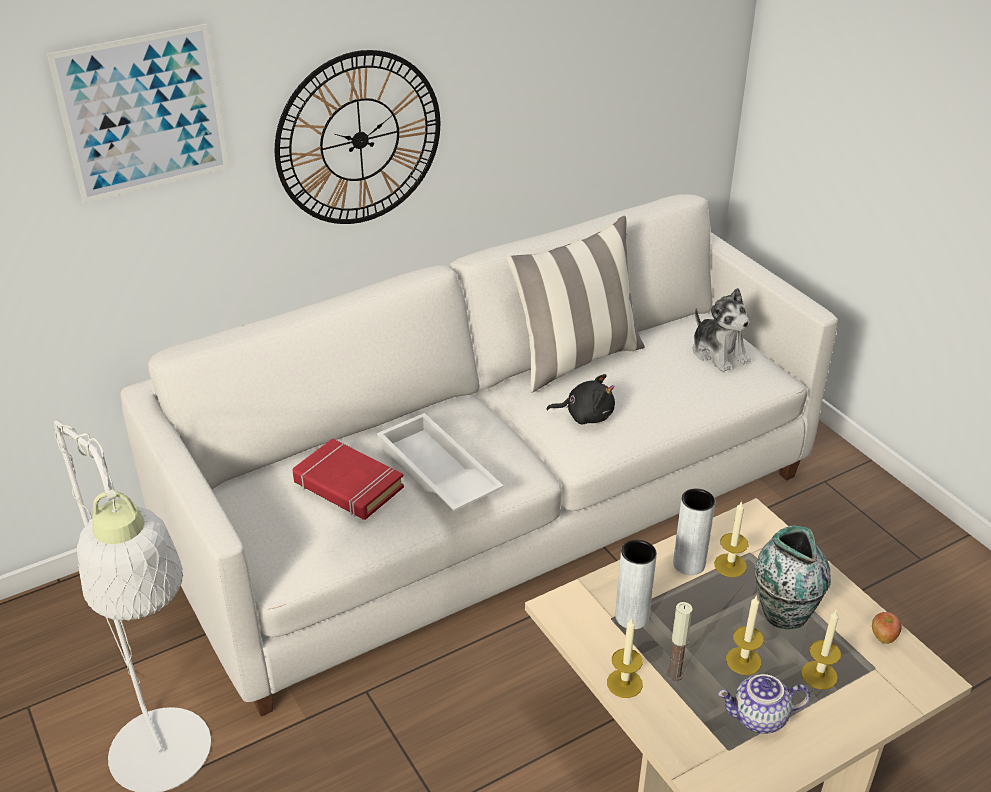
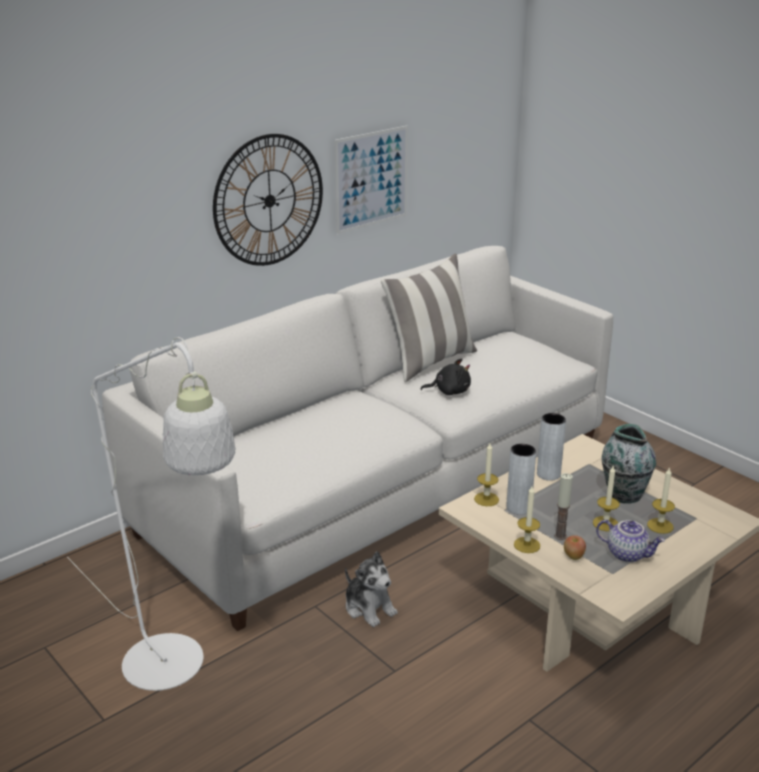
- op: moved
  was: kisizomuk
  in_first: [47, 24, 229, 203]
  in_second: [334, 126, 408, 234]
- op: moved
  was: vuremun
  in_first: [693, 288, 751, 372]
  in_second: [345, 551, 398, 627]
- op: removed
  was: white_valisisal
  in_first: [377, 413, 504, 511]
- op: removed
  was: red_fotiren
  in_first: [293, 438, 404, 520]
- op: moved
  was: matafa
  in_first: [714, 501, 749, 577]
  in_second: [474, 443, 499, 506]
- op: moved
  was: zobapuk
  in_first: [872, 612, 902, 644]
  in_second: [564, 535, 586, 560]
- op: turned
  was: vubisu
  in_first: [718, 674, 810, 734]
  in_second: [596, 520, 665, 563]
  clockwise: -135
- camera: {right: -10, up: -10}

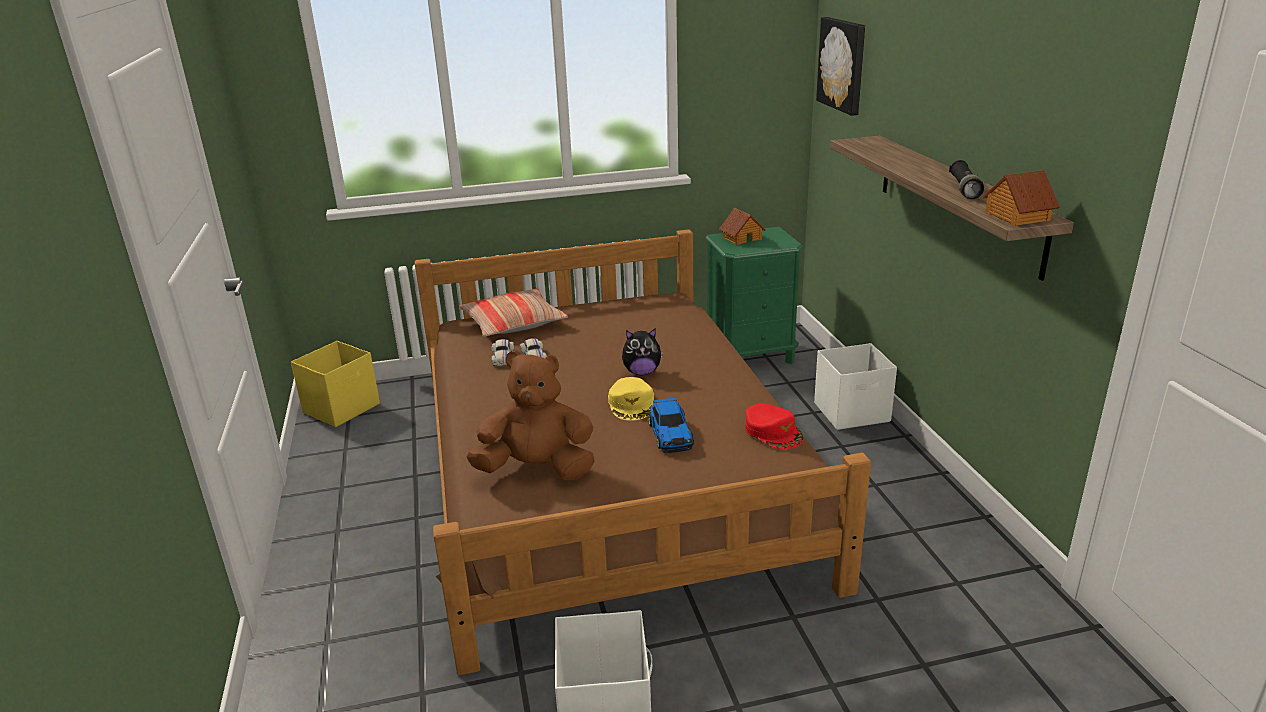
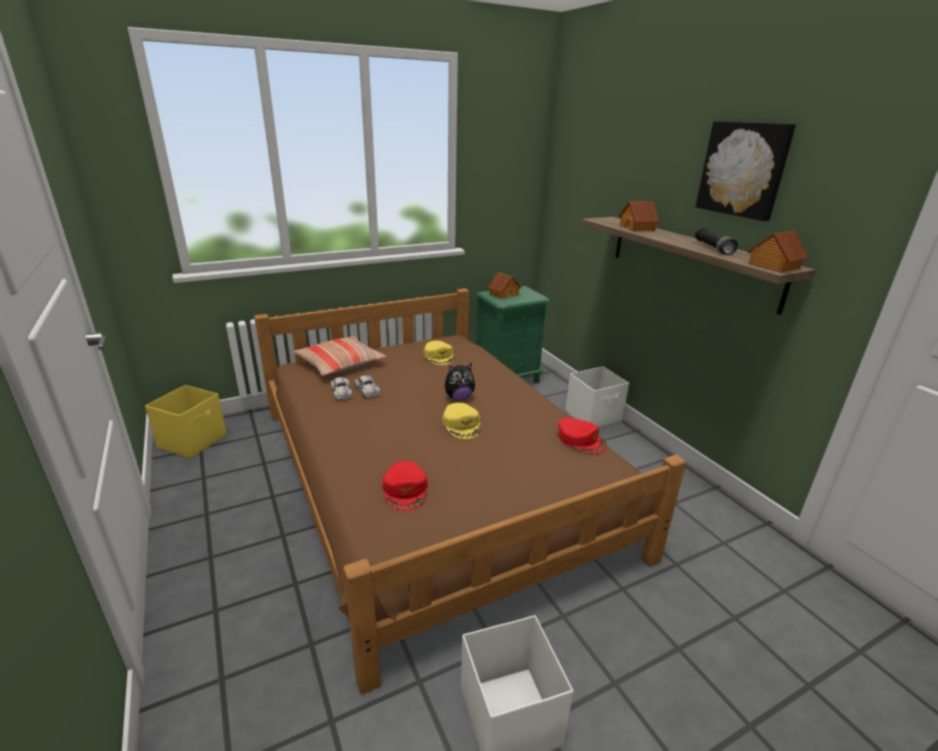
- op: moved
  was: kisizomuk
  in_first: [816, 17, 865, 116]
  in_second: [695, 121, 796, 221]
- op: replaced
  was: brown_vuremun
  now: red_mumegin
  in_first: [467, 351, 595, 480]
  in_second: [382, 461, 428, 511]
- op: removed
  was: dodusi
  in_first: [648, 397, 694, 453]
- op: added
  now: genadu
  in_second: [619, 201, 659, 231]
- op: added
  now: yellow_mumegin
  in_second: [424, 341, 454, 365]
- camera: {right: -15, up: 0}

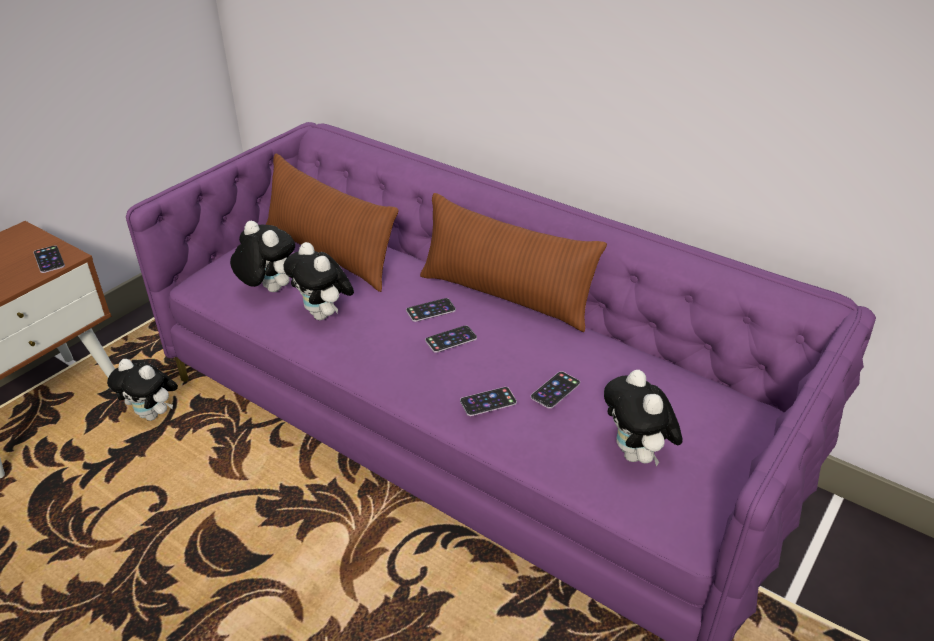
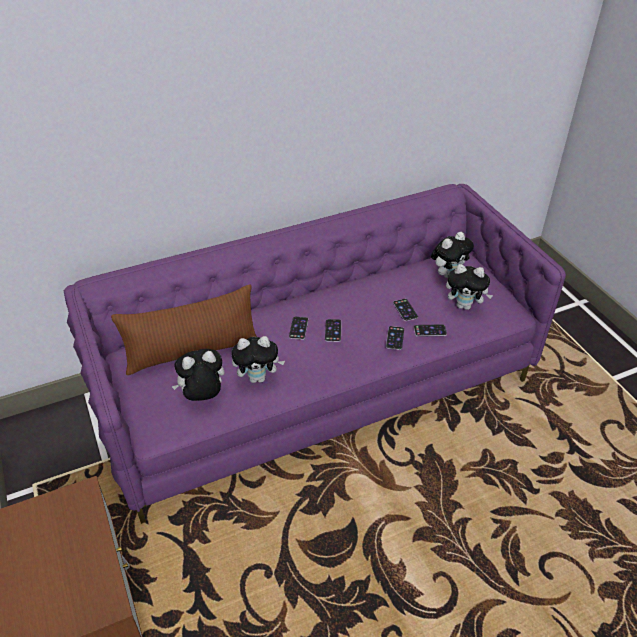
- op: removed
  was: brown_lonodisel
  in_first: [420, 193, 607, 332]
- op: moved
  was: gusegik
  in_first: [33, 245, 65, 273]
  in_second: [414, 324, 447, 337]
- op: moved
  was: vuremun
  in_first: [107, 359, 178, 421]
  in_second: [431, 232, 474, 278]
- camera: {right: -60, up: 5}

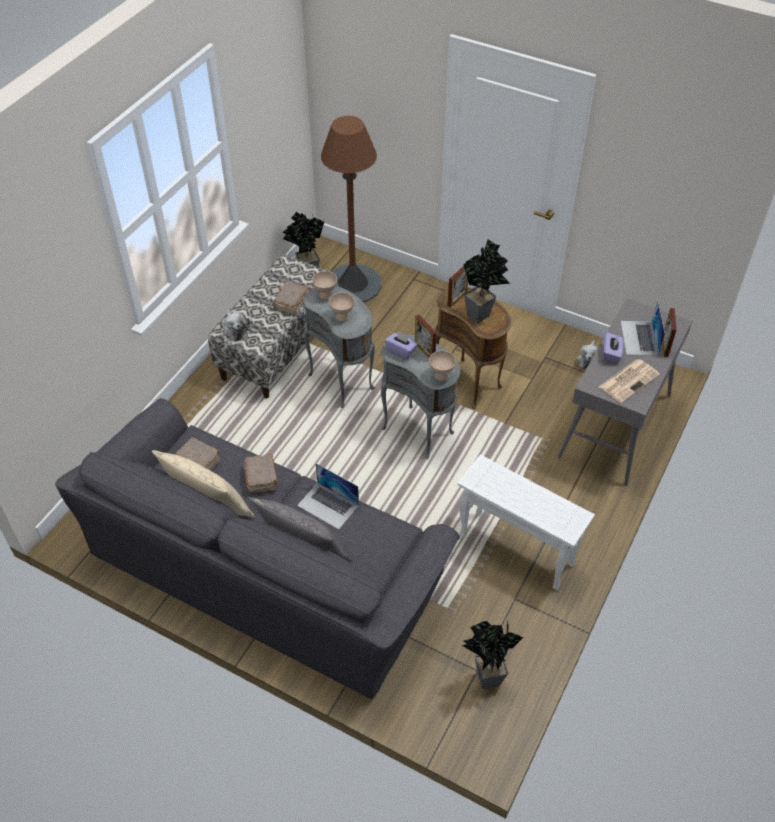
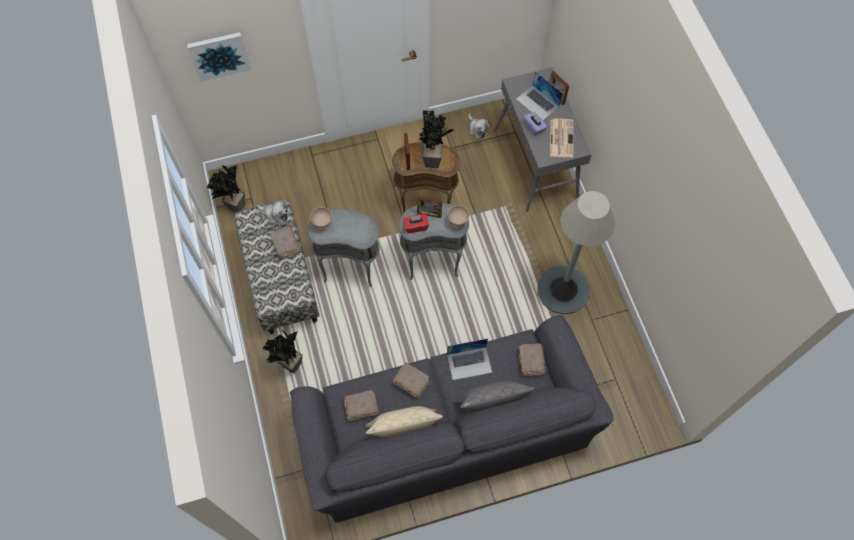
- op: removed
  was: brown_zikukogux
  in_first: [321, 116, 381, 303]
- op: removed
  was: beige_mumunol
  in_first: [329, 292, 355, 322]
- op: moved
  was: vuremun
  in_first: [223, 310, 250, 341]
  in_second: [257, 200, 290, 224]
- op: recoloured
  was: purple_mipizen
  now: red_mipizen
  in_first: [385, 331, 418, 360]
  in_second: [403, 214, 429, 233]
- op: replaced
  was: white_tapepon
  now: grey_zikukogux
  in_first: [457, 454, 595, 590]
  in_second: [537, 191, 615, 315]
- op: moved
  was: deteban
  in_first: [462, 621, 523, 689]
  in_second: [263, 329, 302, 374]
- op: added
  now: kisizomuk
  in_second: [187, 32, 251, 82]
- op: added
  now: brown_fotiren
  in_second: [518, 343, 545, 377]
- camera: {right: -45, up: 15}

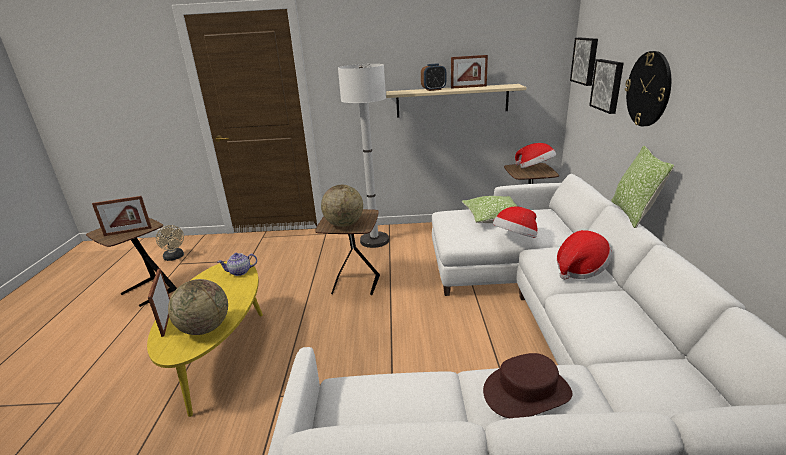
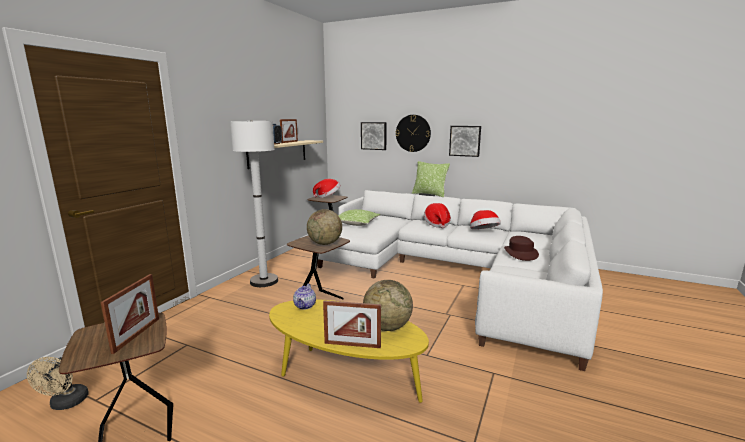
- op: moved
  was: kisizomuk
  in_first: [570, 37, 598, 86]
  in_second: [449, 126, 481, 157]
- op: moved
  was: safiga
  in_first: [493, 207, 538, 238]
  in_second: [470, 210, 501, 229]
- op: turned
  was: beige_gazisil
  in_first: [156, 225, 184, 261]
  in_second: [27, 357, 89, 410]
  clockwise: 105
- camera: {right: -65, up: -10}

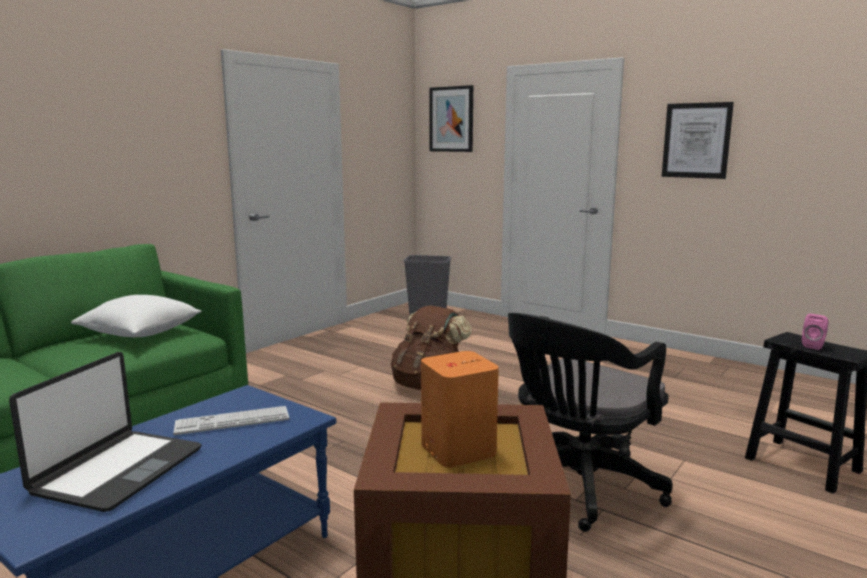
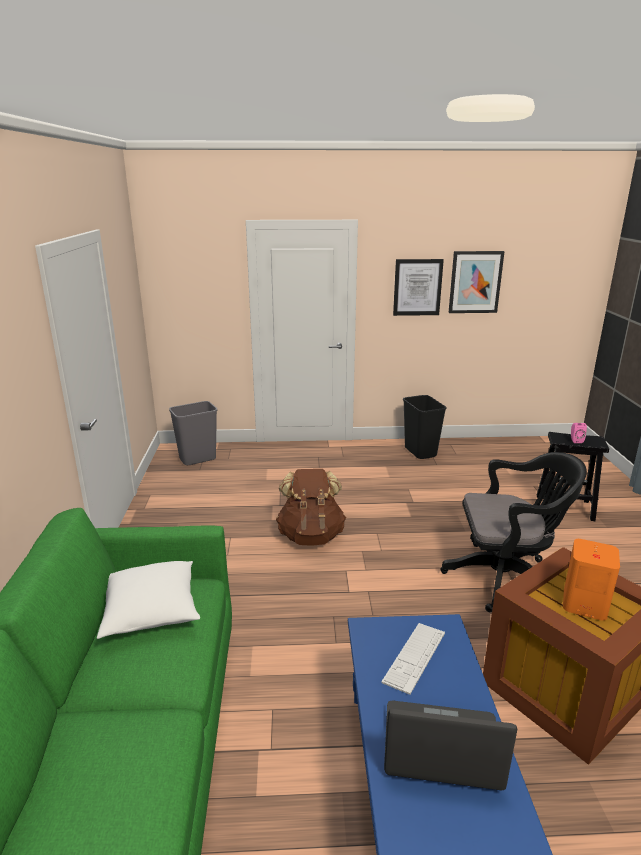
- op: moved
  was: kisizomuk
  in_first: [430, 85, 473, 152]
  in_second: [448, 251, 505, 313]
- op: turned
  was: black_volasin
  in_first: [508, 313, 673, 532]
  in_second: [441, 452, 587, 612]
  clockwise: -90
- op: turned
  was: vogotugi
  in_first: [9, 352, 202, 512]
  in_second: [384, 700, 517, 791]
  clockwise: -60
- op: added
  now: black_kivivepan
  in_second: [403, 395, 447, 459]
- camera: {right: -40, up: 10}

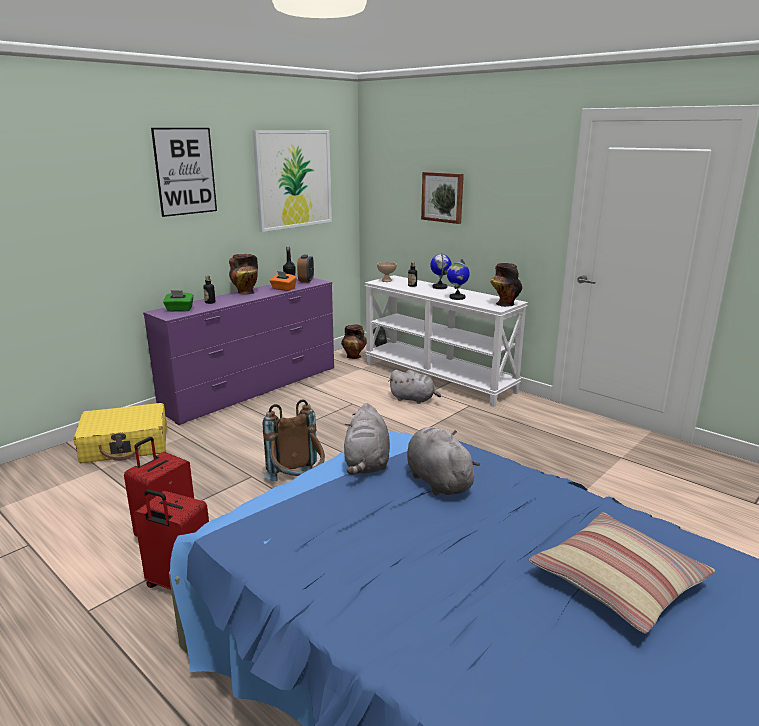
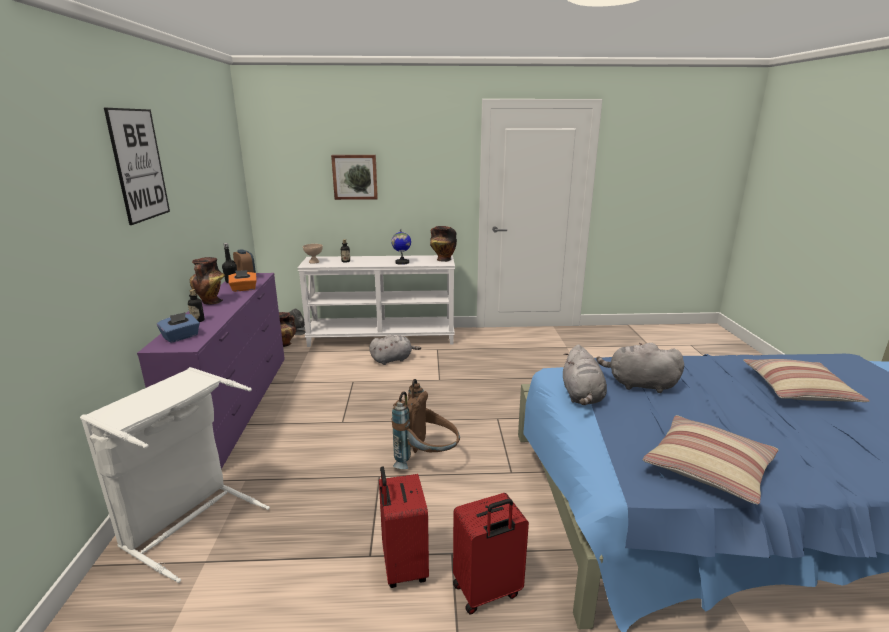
- op: removed
  was: kisizomuk
  in_first: [253, 130, 332, 232]
- op: removed
  was: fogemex
  in_first: [431, 253, 452, 289]
- op: recoloured
  was: green_mipizen
  now: blue_mipizen
  in_first: [163, 290, 194, 312]
  in_second: [157, 312, 200, 343]
- op: replaced
  was: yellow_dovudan
  now: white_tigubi
  in_first: [74, 403, 167, 463]
  in_second: [80, 367, 270, 583]
- op: turned
  was: grey_vuremun
  in_first: [344, 403, 390, 475]
  in_second: [563, 345, 607, 405]
  clockwise: 45
- op: added
  now: lonodisel
  in_second: [643, 415, 779, 505]
- camera: {right: -45, up: 0}

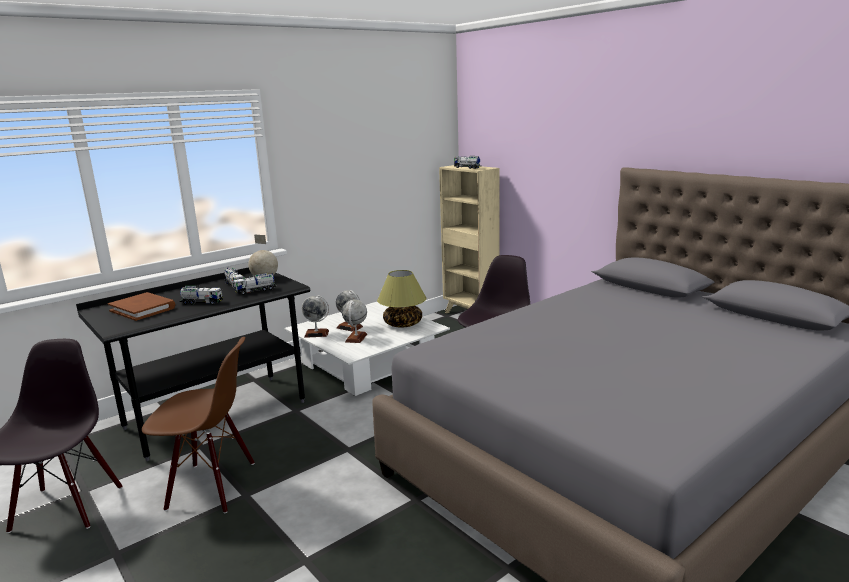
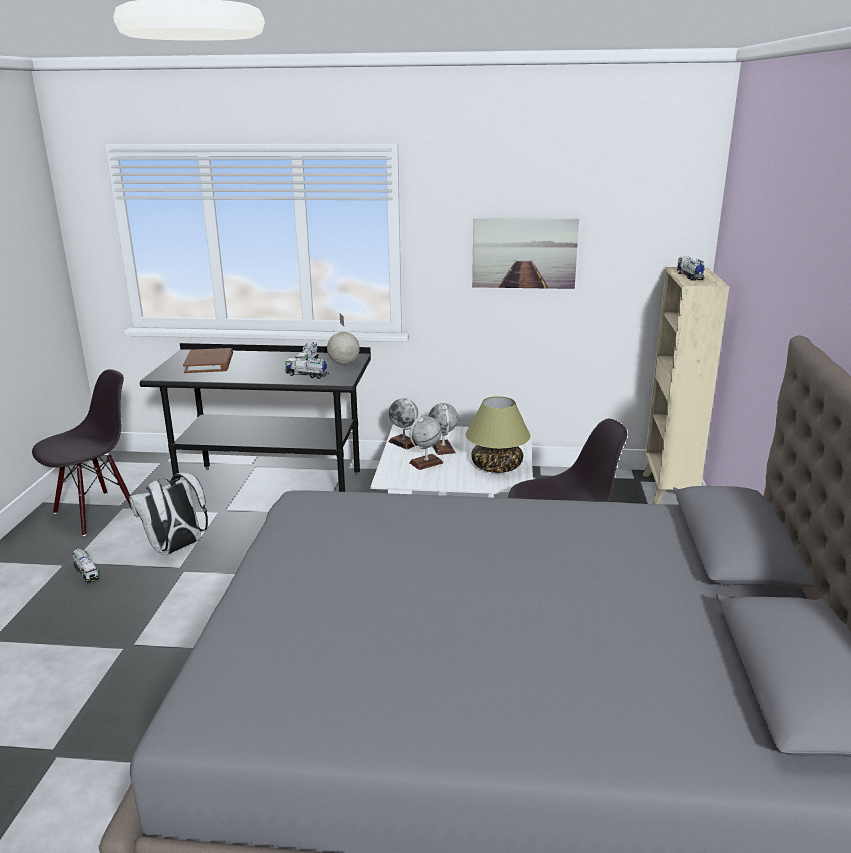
- op: moved
  was: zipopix
  in_first: [179, 286, 223, 305]
  in_second: [72, 547, 99, 583]
- op: replaced
  was: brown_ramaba
  now: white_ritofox
  in_first: [142, 337, 255, 513]
  in_second: [129, 473, 208, 555]
- op: added
  now: kisizomuk
  in_second: [472, 218, 579, 289]
- camera: {right: 45, up: 5}

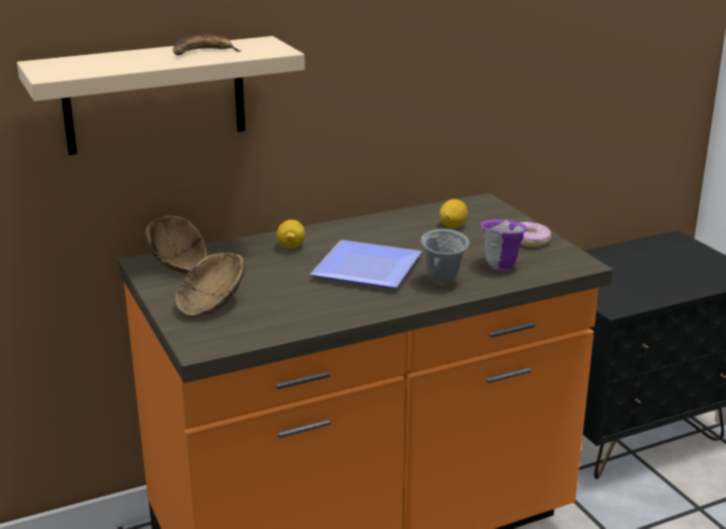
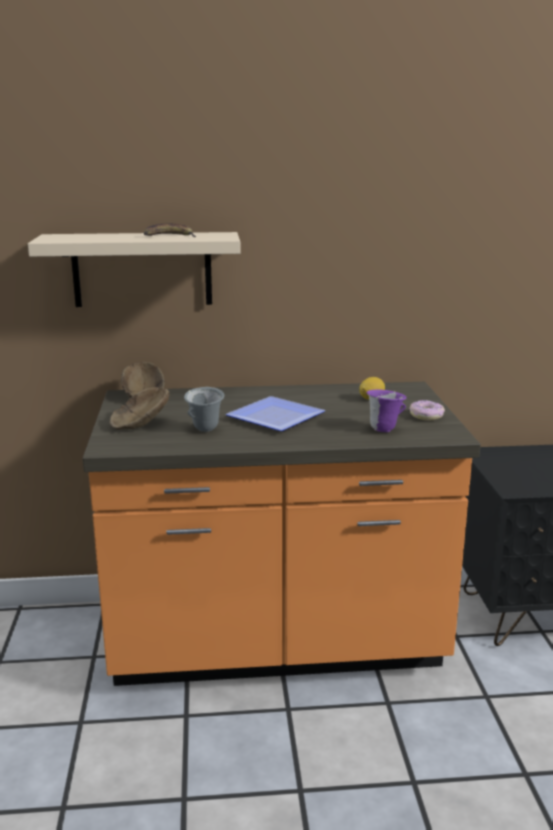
- op: removed
  was: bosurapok
  in_first: [276, 220, 305, 249]
- op: moved
  was: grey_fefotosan
  in_first: [421, 229, 470, 284]
  in_second: [184, 387, 224, 432]
- camera: {right: 20, up: -5}

